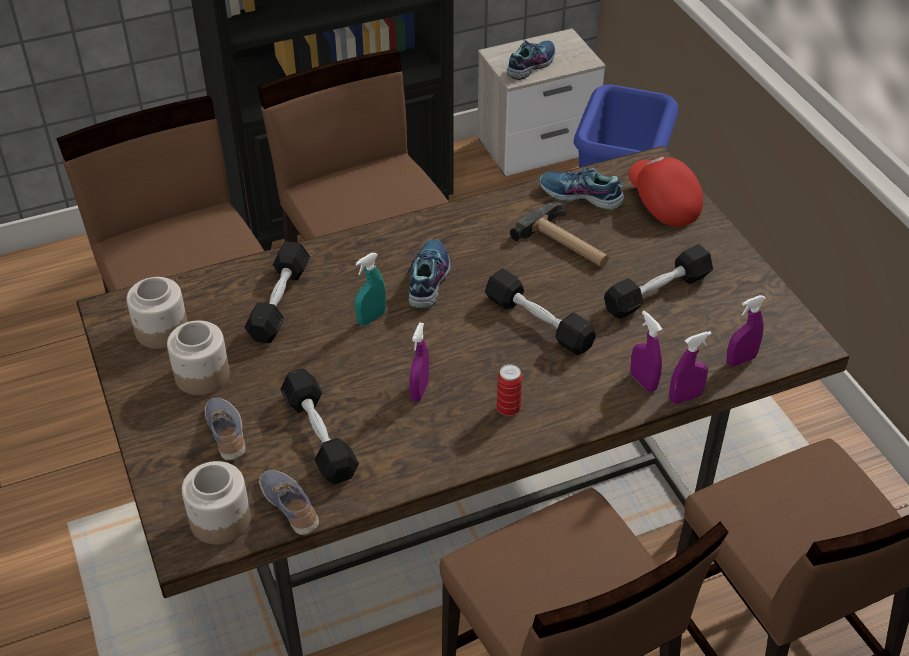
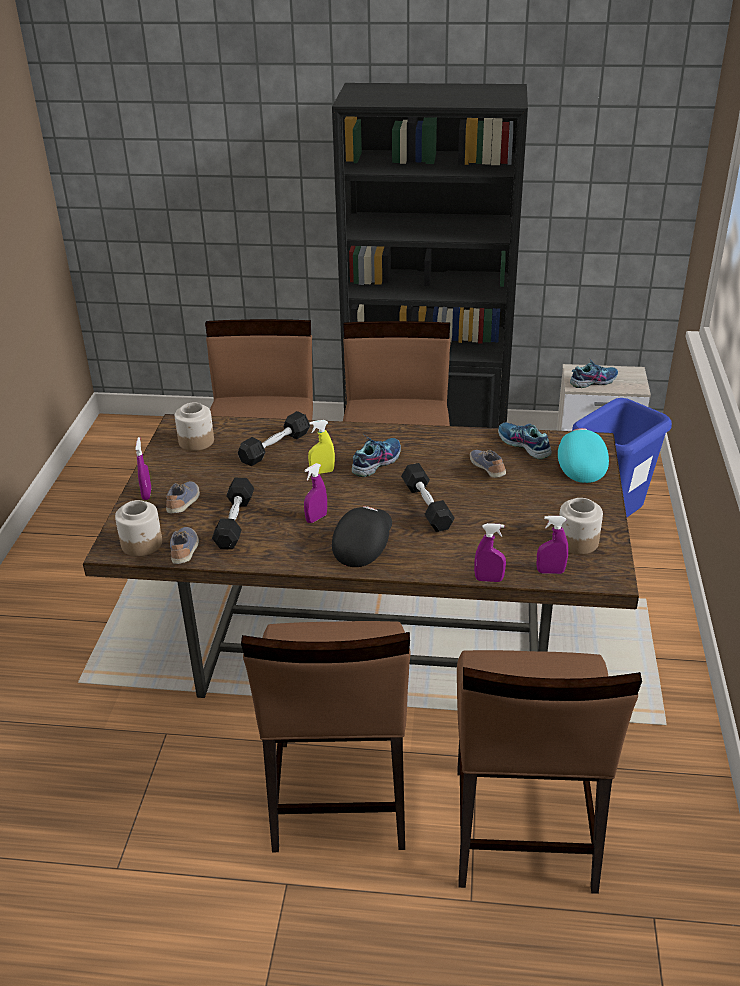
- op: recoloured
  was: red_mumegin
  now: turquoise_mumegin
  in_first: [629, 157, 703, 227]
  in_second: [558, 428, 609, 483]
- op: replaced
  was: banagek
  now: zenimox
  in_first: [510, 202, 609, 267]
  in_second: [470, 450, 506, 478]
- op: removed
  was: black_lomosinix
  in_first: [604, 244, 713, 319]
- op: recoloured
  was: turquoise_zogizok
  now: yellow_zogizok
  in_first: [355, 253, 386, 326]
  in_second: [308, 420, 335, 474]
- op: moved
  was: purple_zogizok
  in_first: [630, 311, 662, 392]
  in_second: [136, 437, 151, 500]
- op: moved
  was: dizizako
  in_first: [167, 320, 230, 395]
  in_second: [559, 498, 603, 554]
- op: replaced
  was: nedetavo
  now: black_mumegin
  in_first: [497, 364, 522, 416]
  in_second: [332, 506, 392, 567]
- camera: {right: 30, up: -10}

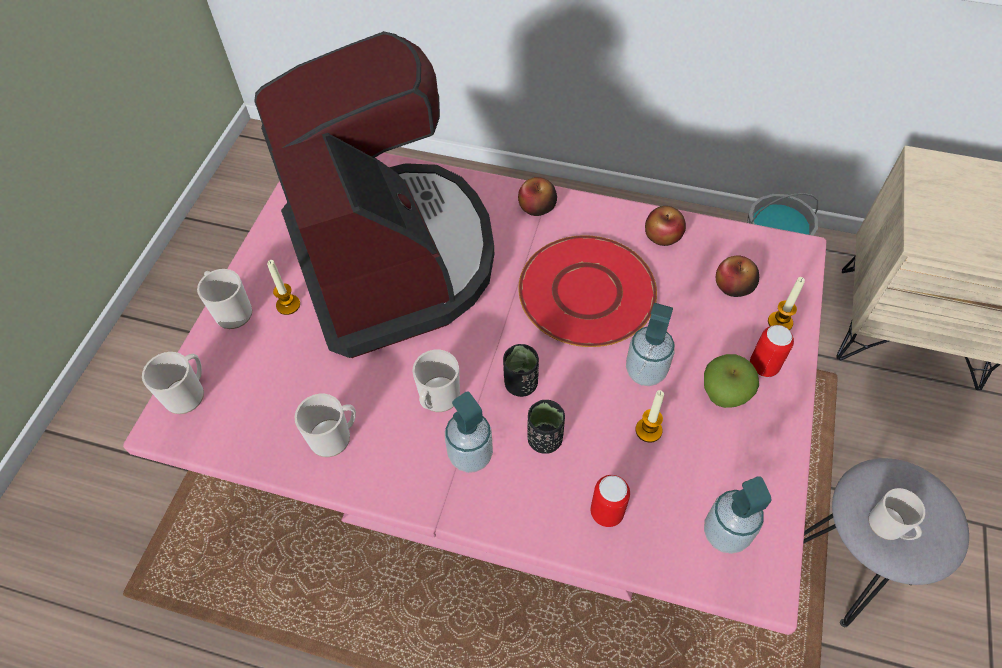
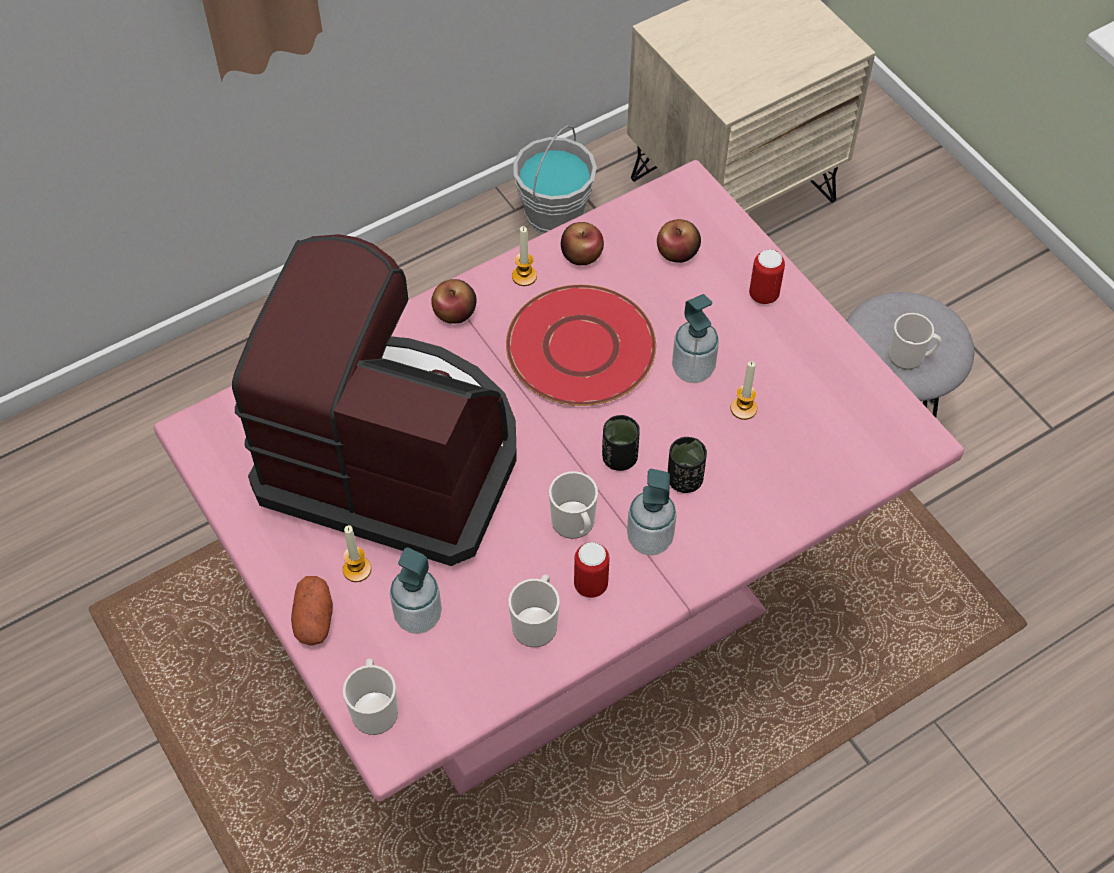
- op: replaced
  was: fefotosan
  now: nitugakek
  in_first: [197, 269, 252, 329]
  in_second: [291, 576, 333, 646]
- op: moved
  was: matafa
  in_first: [768, 277, 805, 330]
  in_second: [512, 226, 537, 286]
- op: removed
  was: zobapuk
  in_first: [704, 354, 759, 408]
- op: moved
  was: nedetavo
  in_first: [591, 475, 630, 527]
  in_second: [574, 542, 610, 598]
- op: moved
  was: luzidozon
  in_first: [704, 476, 771, 554]
  in_second: [390, 547, 442, 634]
- camera: {right: -50, up: 0}

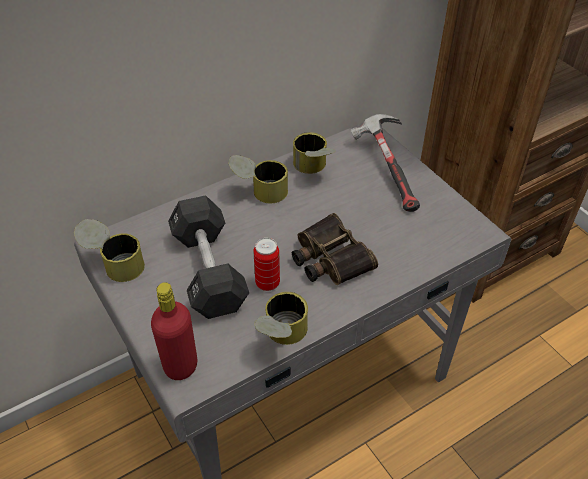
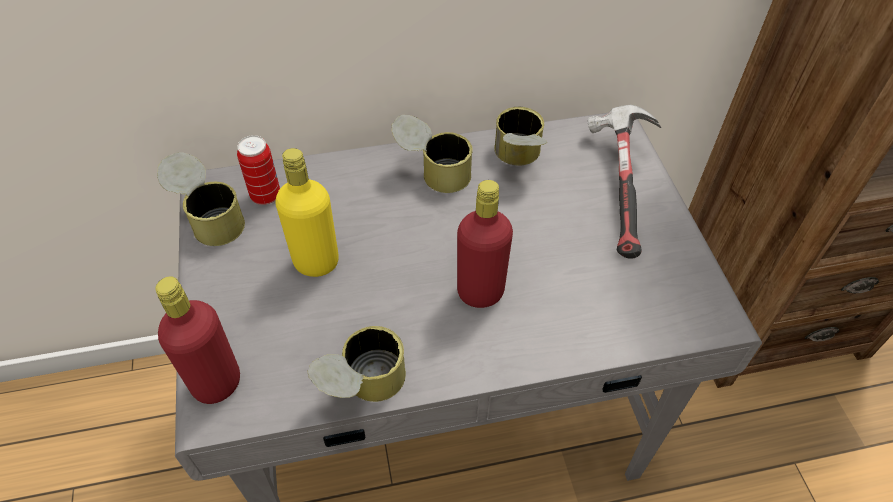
- op: replaced
  was: black_lomosinix
  now: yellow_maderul
  in_first: [168, 195, 249, 319]
  in_second: [275, 148, 339, 277]
- op: replaced
  was: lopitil
  now: red_maderul
  in_first: [292, 213, 378, 285]
  in_second: [457, 180, 513, 308]
- op: moved
  was: nedetavo
  in_first: [253, 238, 280, 291]
  in_second: [237, 135, 280, 205]
- camera: {right: 20, up: 5}

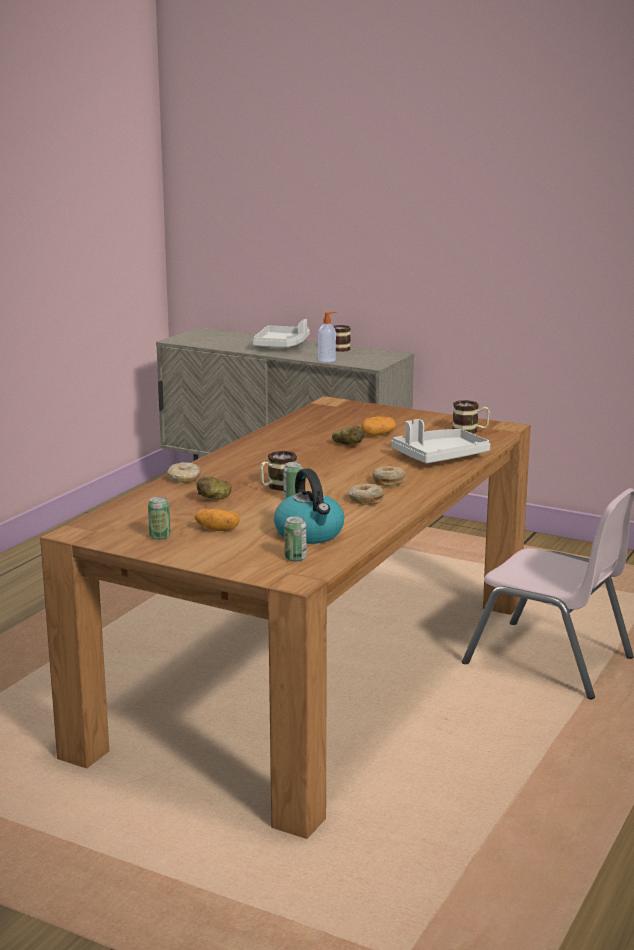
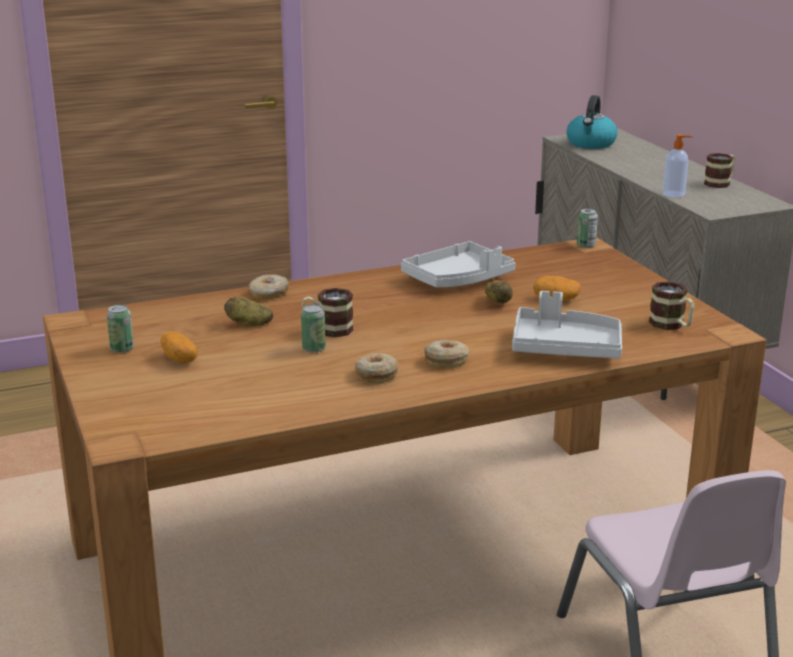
- op: moved
  was: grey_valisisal
  in_first: [252, 319, 310, 348]
  in_second: [401, 241, 515, 288]
- op: moved
  was: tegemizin
  in_first: [274, 468, 344, 544]
  in_second: [566, 95, 618, 149]
- op: moved
  was: nedetavo
  in_first: [284, 517, 306, 562]
  in_second: [577, 209, 598, 248]
- camera: {right: 40, up: 5}

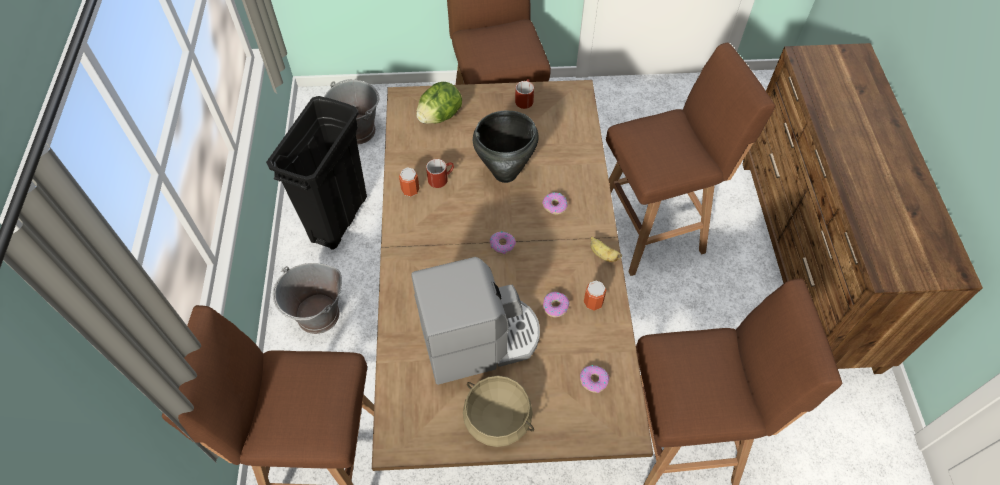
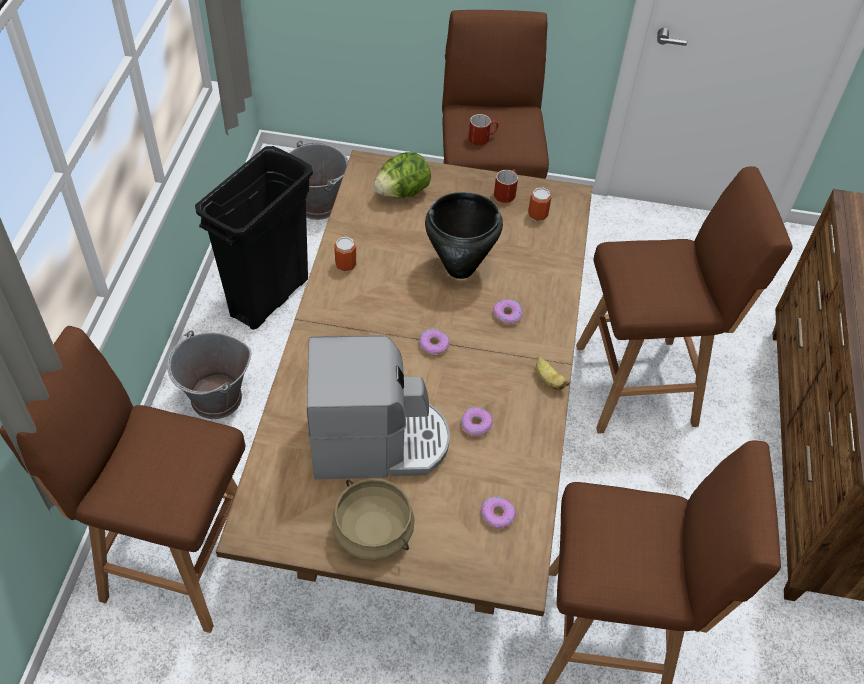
- op: moved
  was: red_fefotosan
  in_first: [426, 159, 454, 188]
  in_second: [469, 114, 499, 145]
- op: moved
  was: nedetavo
  in_first: [584, 281, 606, 311]
  in_second: [528, 188, 551, 221]
- camera: {right: 10, up: -5}

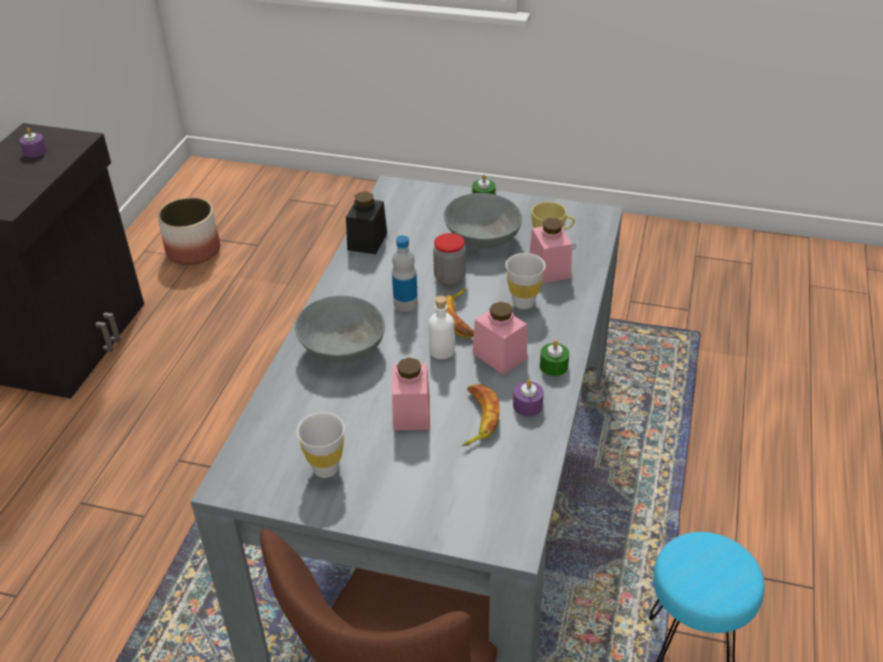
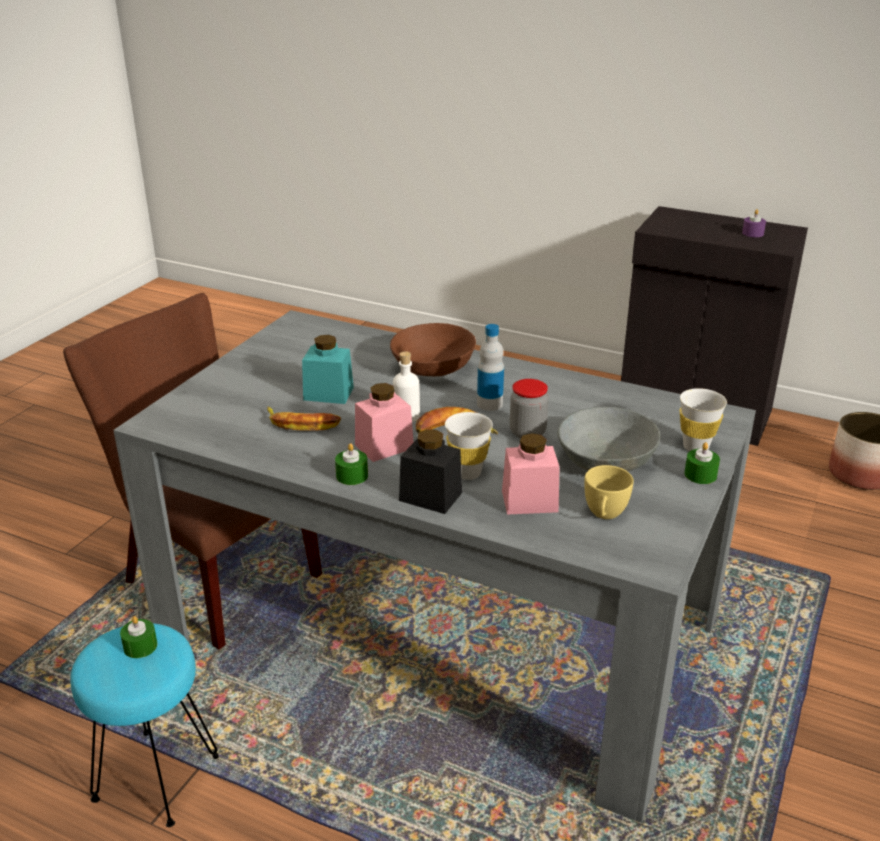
- op: moved
  was: black_dizizako
  in_first: [346, 192, 387, 254]
  in_second: [399, 429, 462, 514]
- op: recoloured
  was: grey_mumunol
  now: brown_mumunol
  in_first: [295, 296, 385, 363]
  in_second: [390, 323, 476, 376]
- op: recoloured
  was: pink_dizizako
  now: turquoise_dizizako
  in_first: [392, 358, 430, 431]
  in_second: [302, 335, 354, 404]
- op: removed
  was: purple_matafa
  in_first: [513, 379, 544, 416]
- op: moved
  was: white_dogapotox
  in_first: [296, 412, 345, 478]
  in_second: [680, 388, 727, 451]
- op: added
  now: green_matafa
  in_second: [120, 616, 157, 658]
- camera: {right: 100, up: -10}

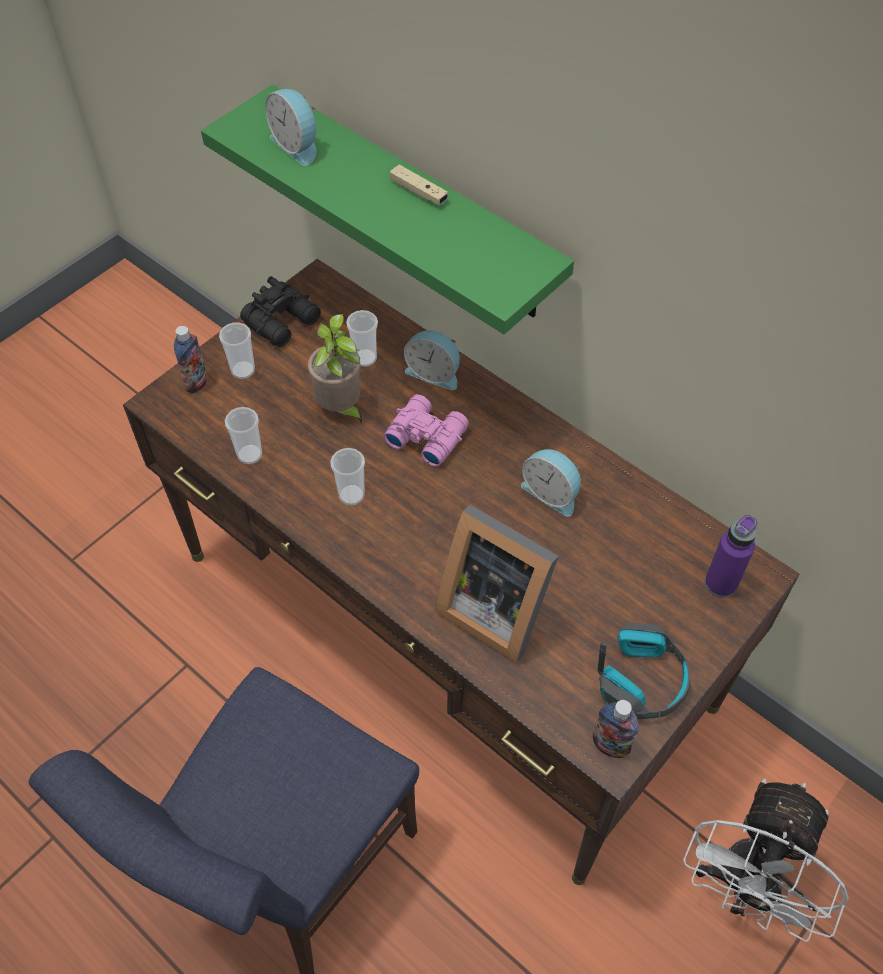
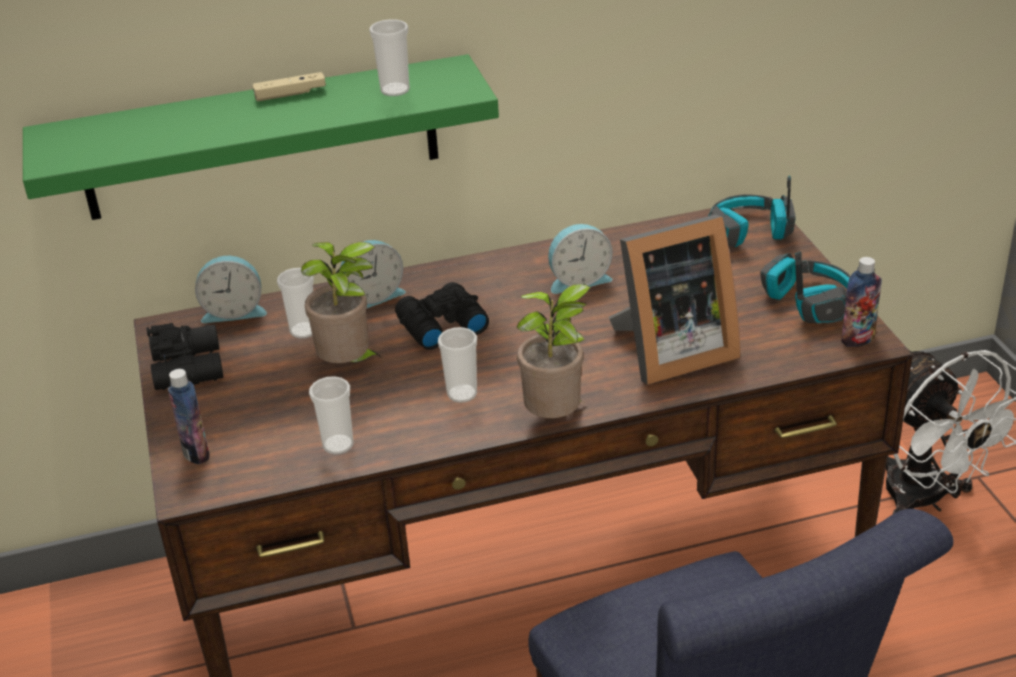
- op: moved
  was: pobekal
  in_first: [265, 89, 317, 166]
  in_second: [195, 256, 267, 323]
- op: moved
  was: dogapotox
  in_first: [219, 323, 255, 379]
  in_second: [369, 19, 410, 96]
- op: recoloured
  was: pink_lopitil
  now: black_lopitil
  in_first: [384, 394, 469, 467]
  in_second: [395, 282, 489, 350]
- op: replaced
  was: purple_maderul
  now: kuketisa
  in_first: [705, 515, 757, 598]
  in_second: [708, 175, 796, 247]
- op: added
  now: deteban
  in_second: [517, 284, 591, 418]
- camera: {right: -55, up: -20}

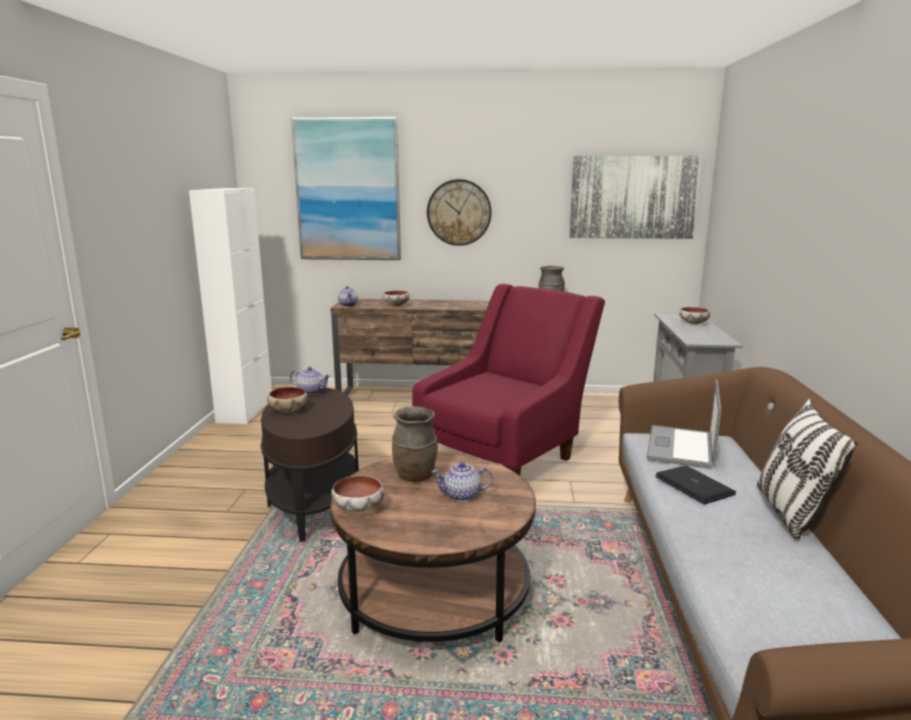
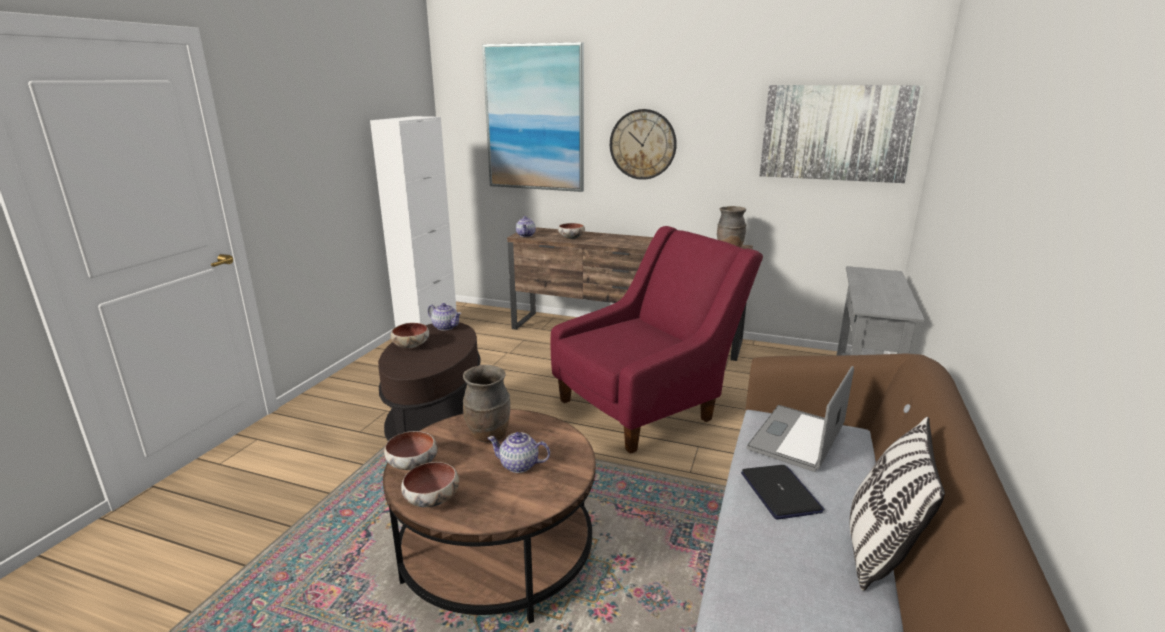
- op: moved
  was: mumunol
  in_first: [679, 307, 710, 324]
  in_second: [401, 462, 459, 507]
- camera: {right: 15, up: 5}

